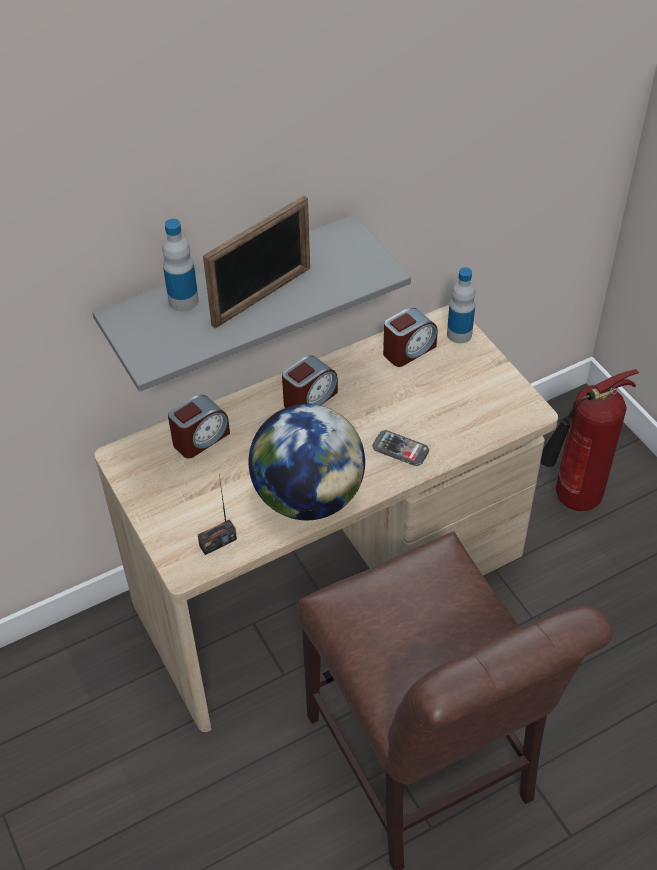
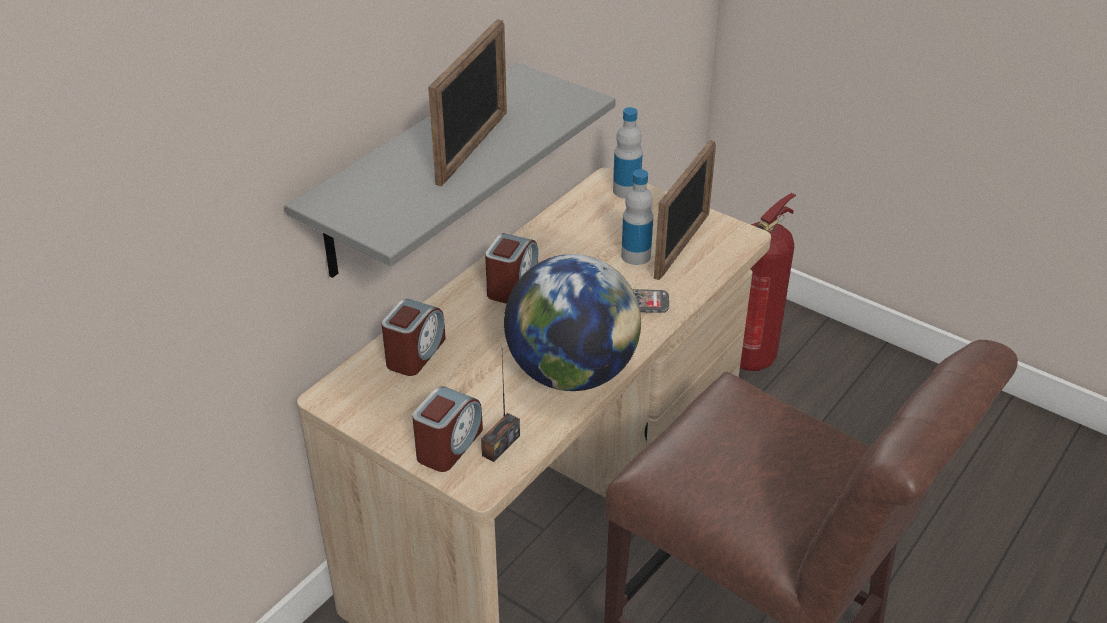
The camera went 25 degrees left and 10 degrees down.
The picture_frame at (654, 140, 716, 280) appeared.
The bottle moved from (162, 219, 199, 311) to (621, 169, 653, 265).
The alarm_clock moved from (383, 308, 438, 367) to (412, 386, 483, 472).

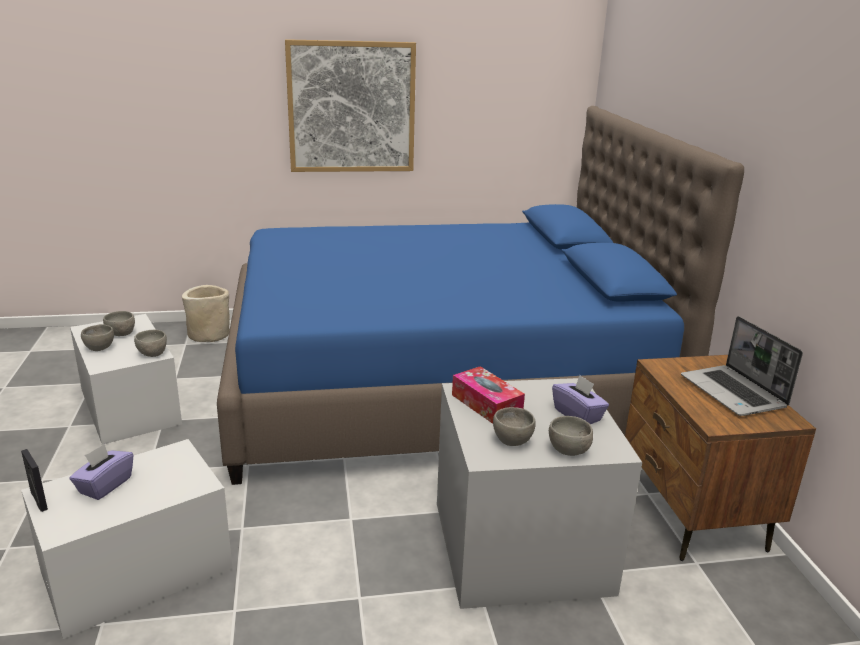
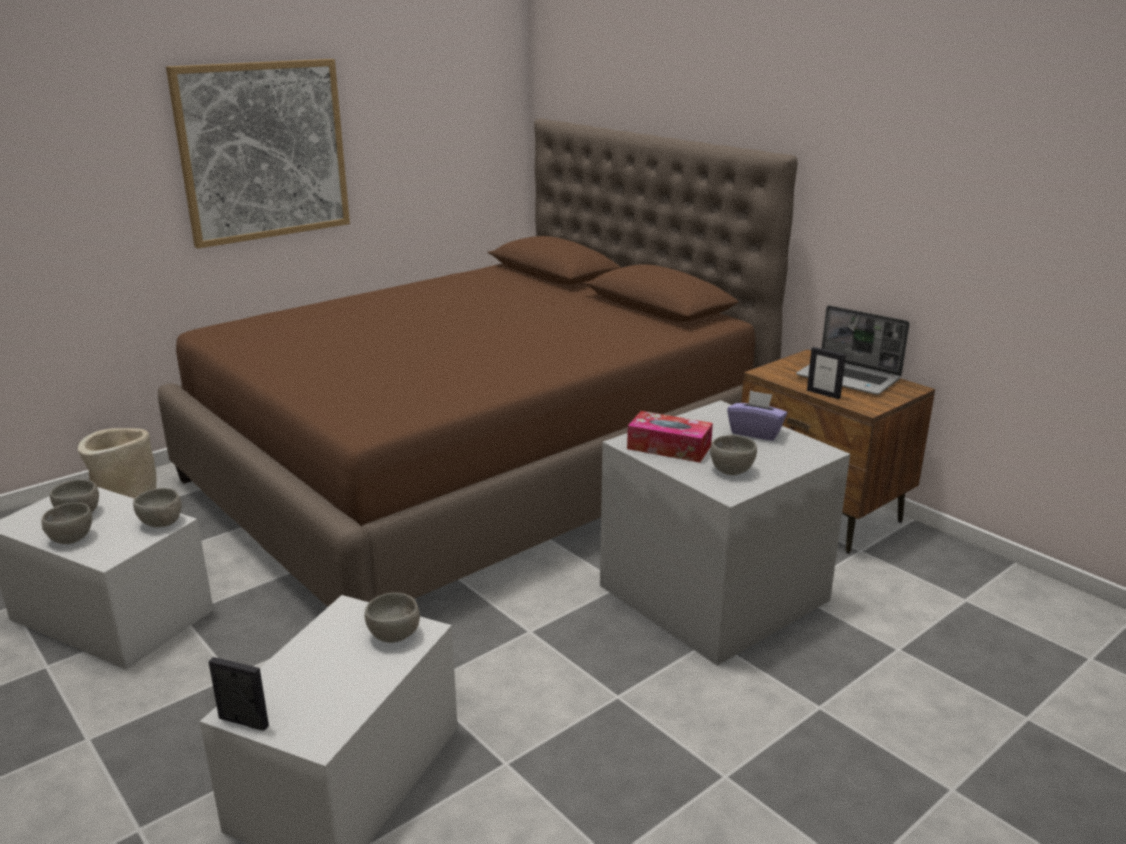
The camera went 30 degrees left and 0 degrees up.
The purple_tissue_box at (69, 444, 133, 500) disappeared.
The picture_frame at (807, 347, 846, 399) appeared.
The grey_bowl moved from (549, 416, 593, 456) to (365, 593, 420, 643).
The blue_bed at (217, 106, 744, 485) became the brown_bed at (158, 118, 798, 607).

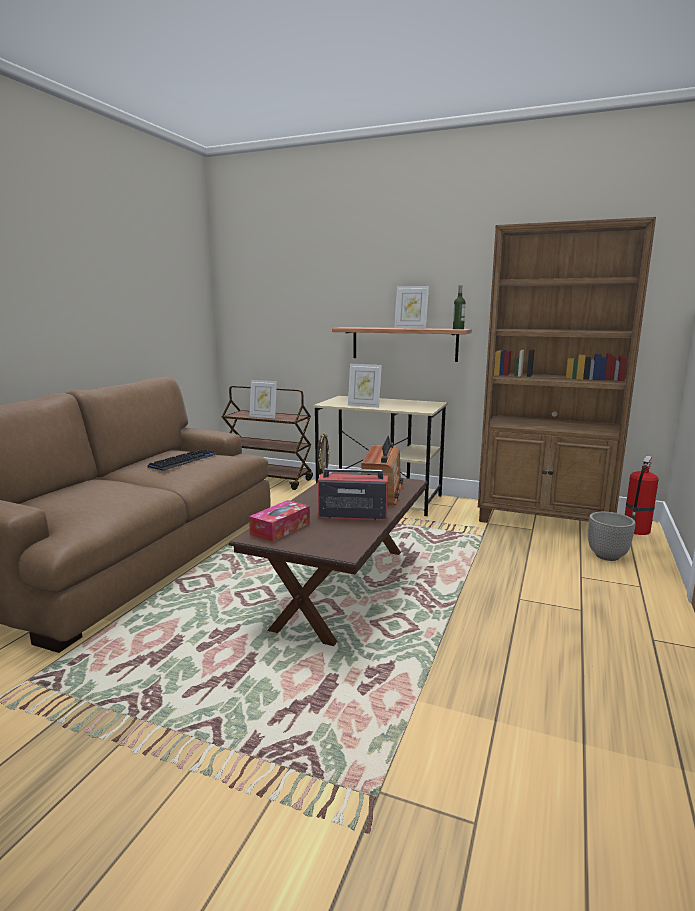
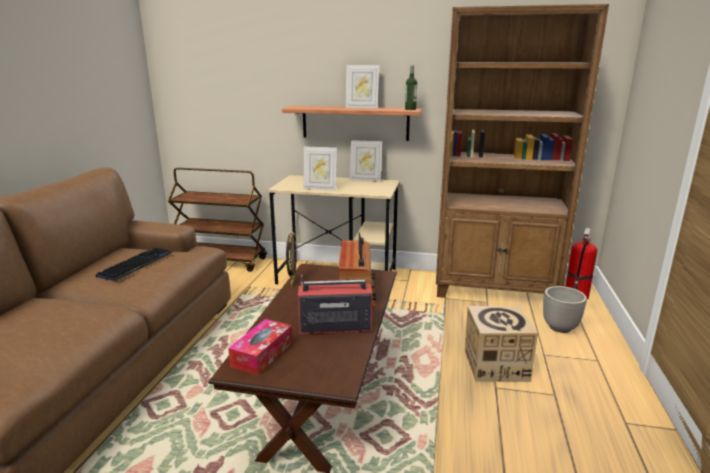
The camera went 10 degrees left and 5 degrees up.
The cardboard_box at (465, 306, 538, 382) appeared.
The picture_frame moved from (250, 380, 277, 418) to (350, 140, 382, 182).

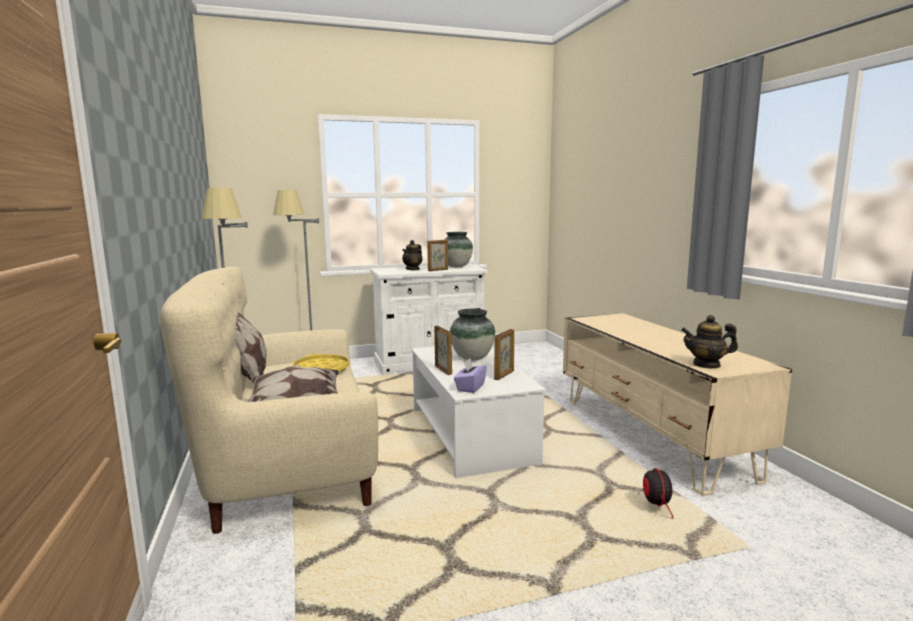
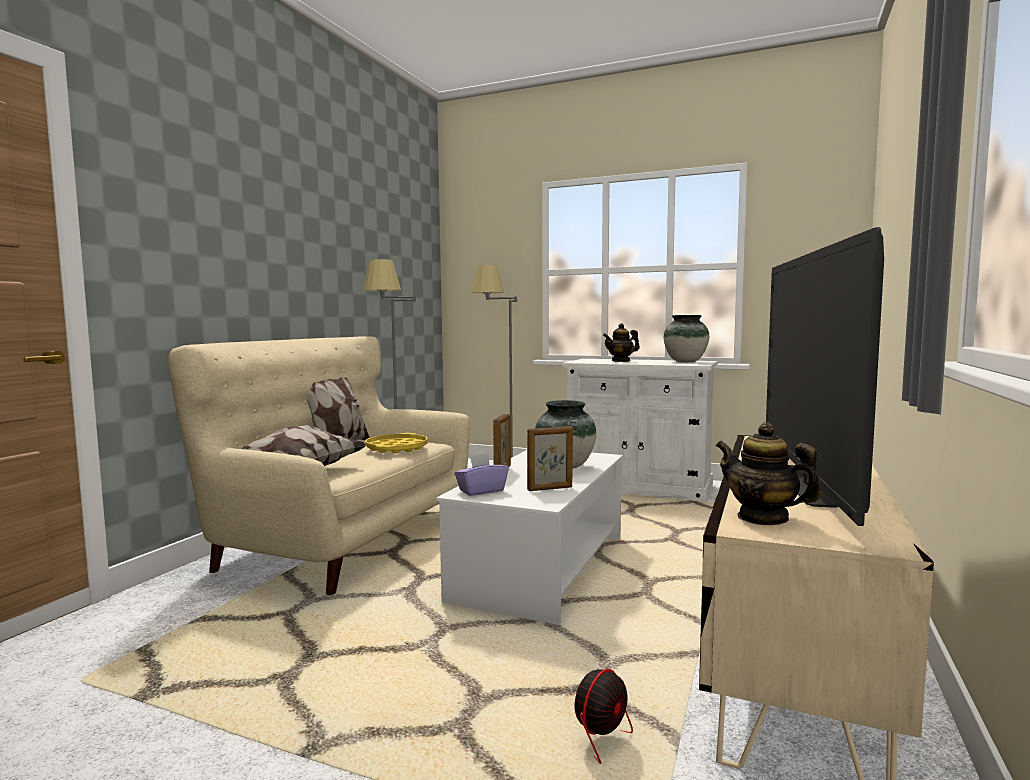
The camera went 40 degrees right and 5 degrees down.
The picture_frame at (428, 240, 448, 271) disappeared.
The television at (766, 227, 884, 526) appeared.

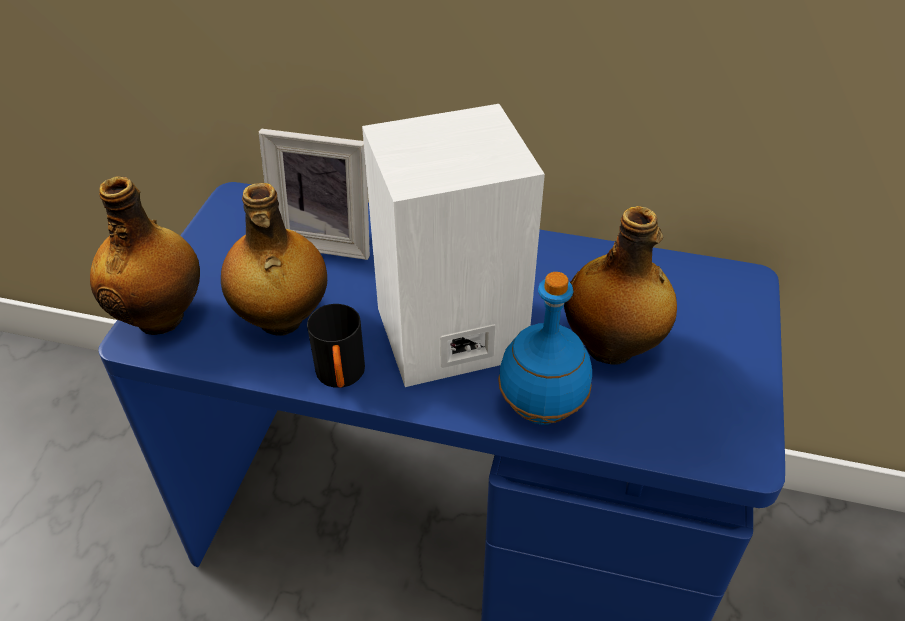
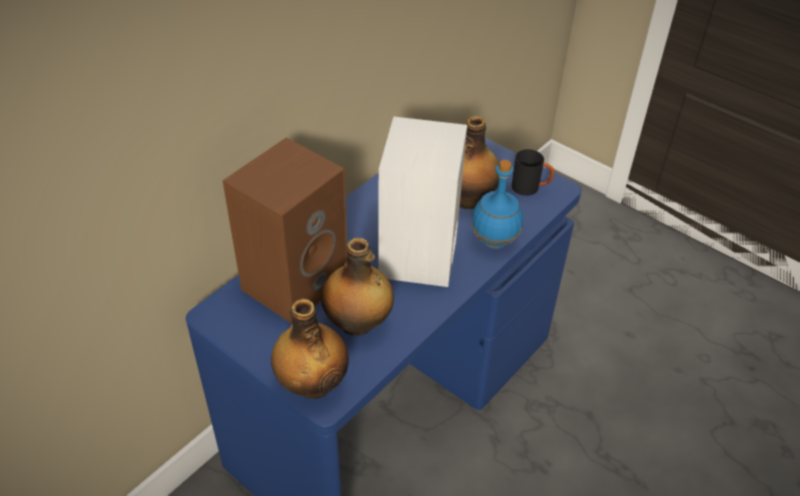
The camera went 65 degrees left and 0 degrees up.
The black_mug moved from (307, 304, 365, 388) to (512, 149, 554, 196).
The picture_frame at (259, 129, 370, 260) was replaced by the brown_speaker at (222, 137, 347, 324).

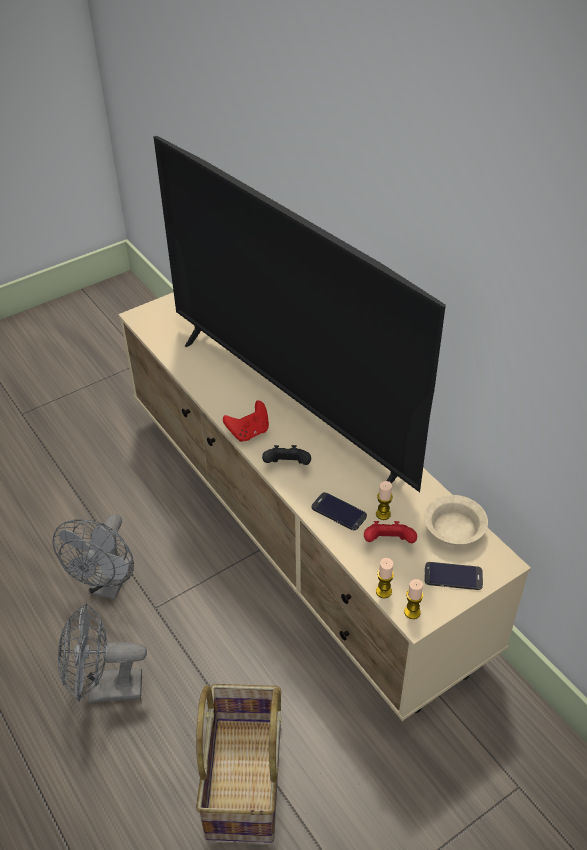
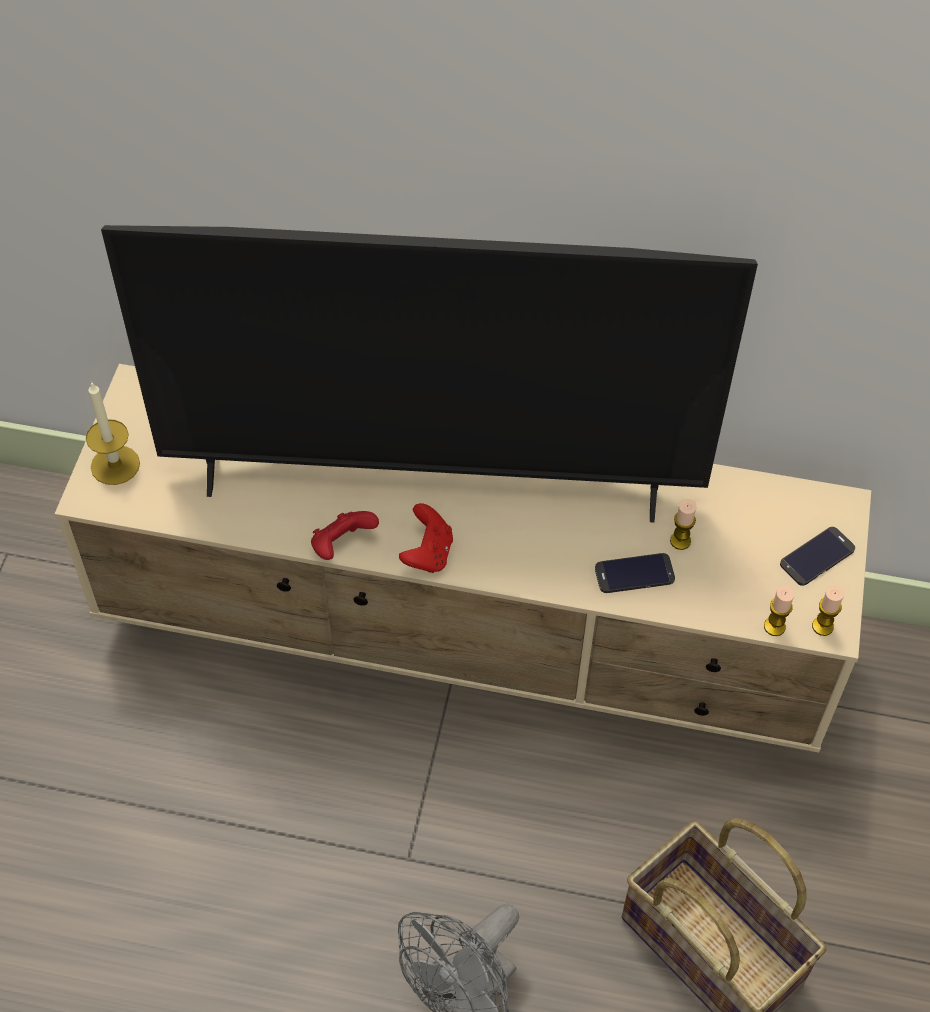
The camera went 45 degrees left and 10 degrees up.
The grey_fan at (53, 514, 134, 600) disappeared.
The black_game_controller at (262, 445, 311, 465) disappeared.
The beige_bowl at (424, 495, 488, 545) disappeared.
The candle at (86, 381, 140, 485) appeared.
The red_game_controller moved from (364, 521, 417, 543) to (311, 511, 379, 560).

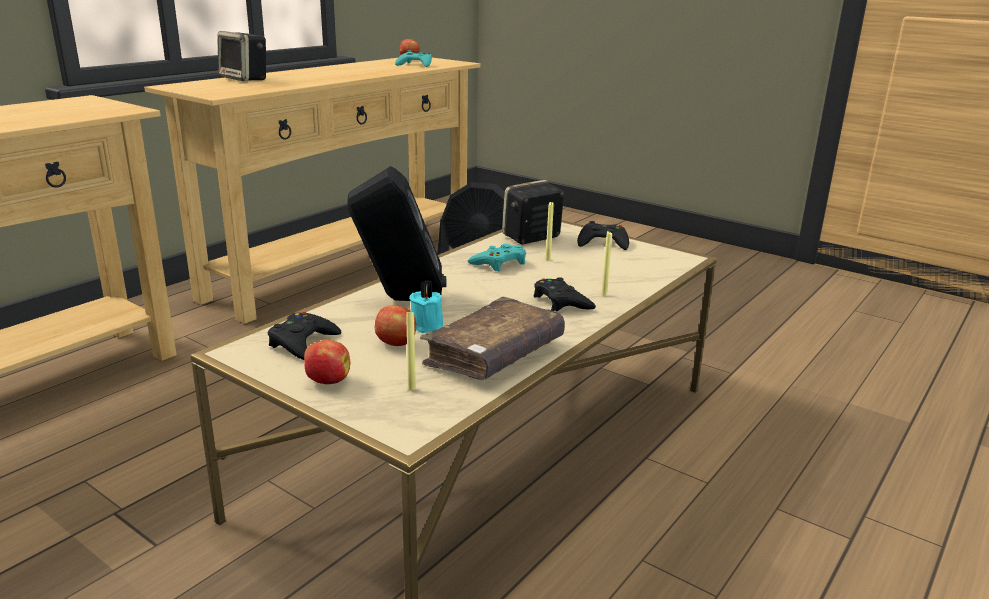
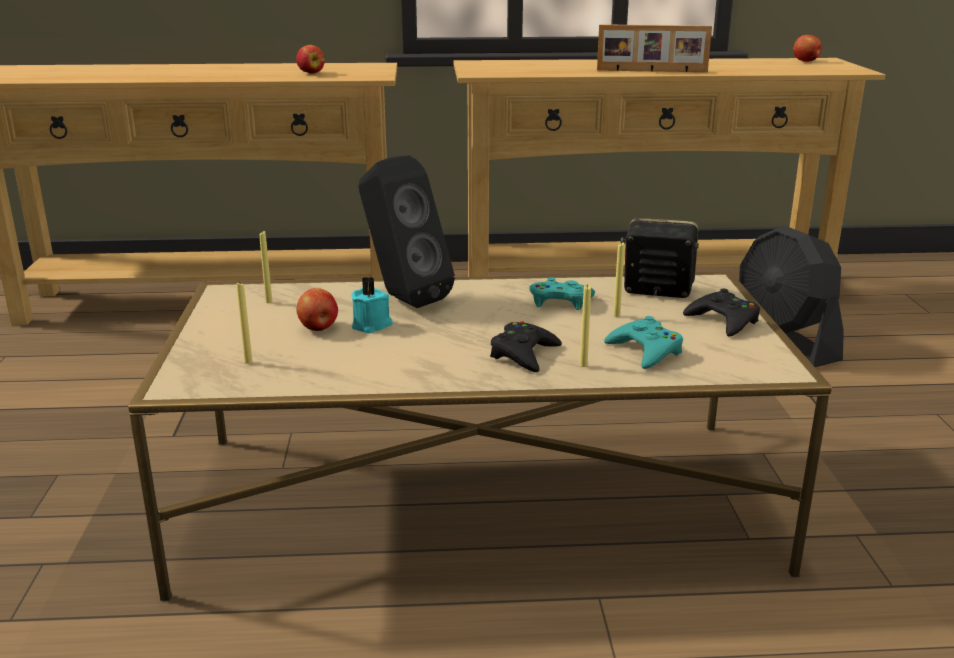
The camera went 50 degrees right and 0 degrees up.
The speaker at (217, 31, 266, 81) disappeared.
The brown_book at (420, 297, 565, 380) disappeared.
The picture_frame at (597, 24, 712, 72) appeared.
The apple moved from (304, 340, 350, 384) to (296, 45, 325, 74).
The turquoise_game_controller moved from (395, 50, 432, 67) to (604, 316, 683, 369).
The black_game_controller at (268, 312, 341, 360) was replaced by the yellow_candle at (260, 231, 272, 303).

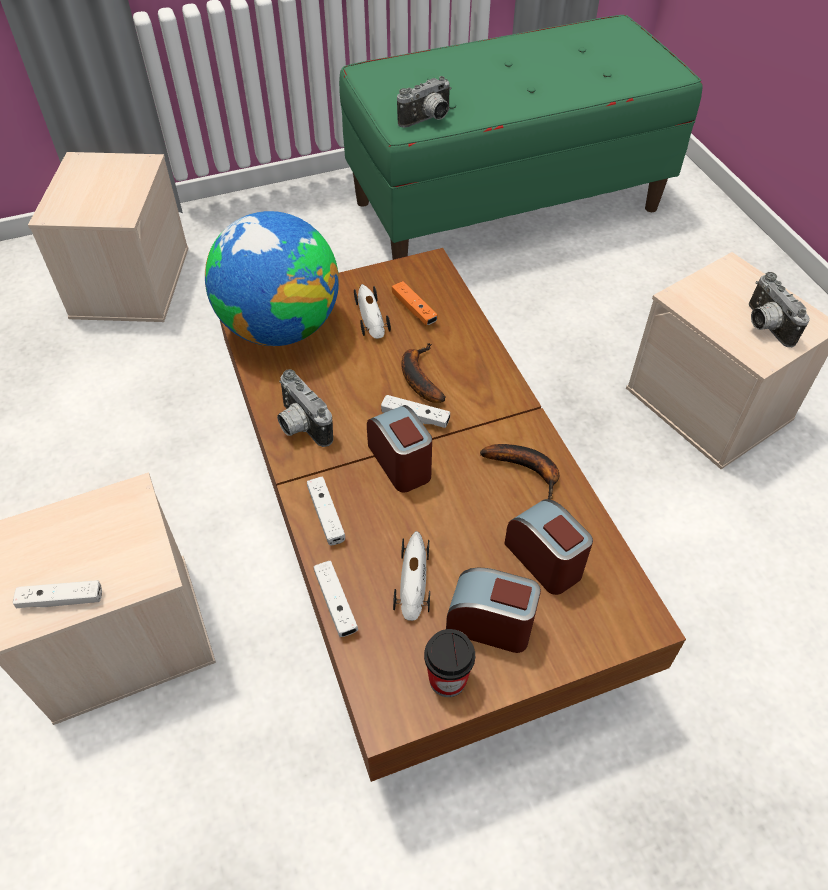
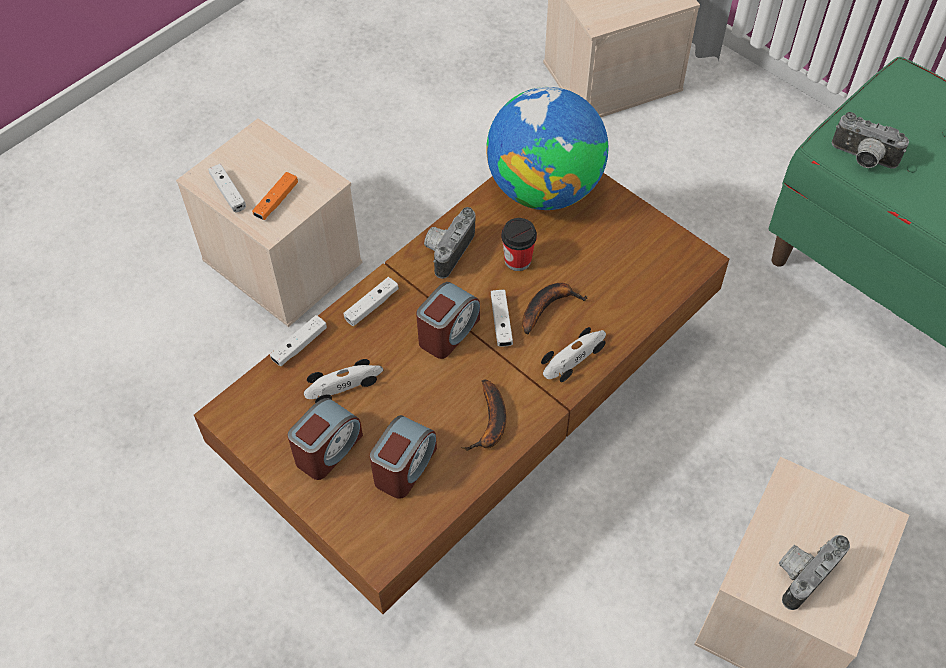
The camera went 65 degrees right and 5 degrees up.
The toy_car moved from (354, 284, 391, 339) to (541, 327, 606, 382).
The orange_game_controller moved from (392, 281, 438, 325) to (252, 172, 298, 220).
The cup moved from (424, 629, 475, 697) to (501, 218, 537, 271).
The alarm_clock at (446, 568, 541, 653) turned 45 degrees clockwise.

